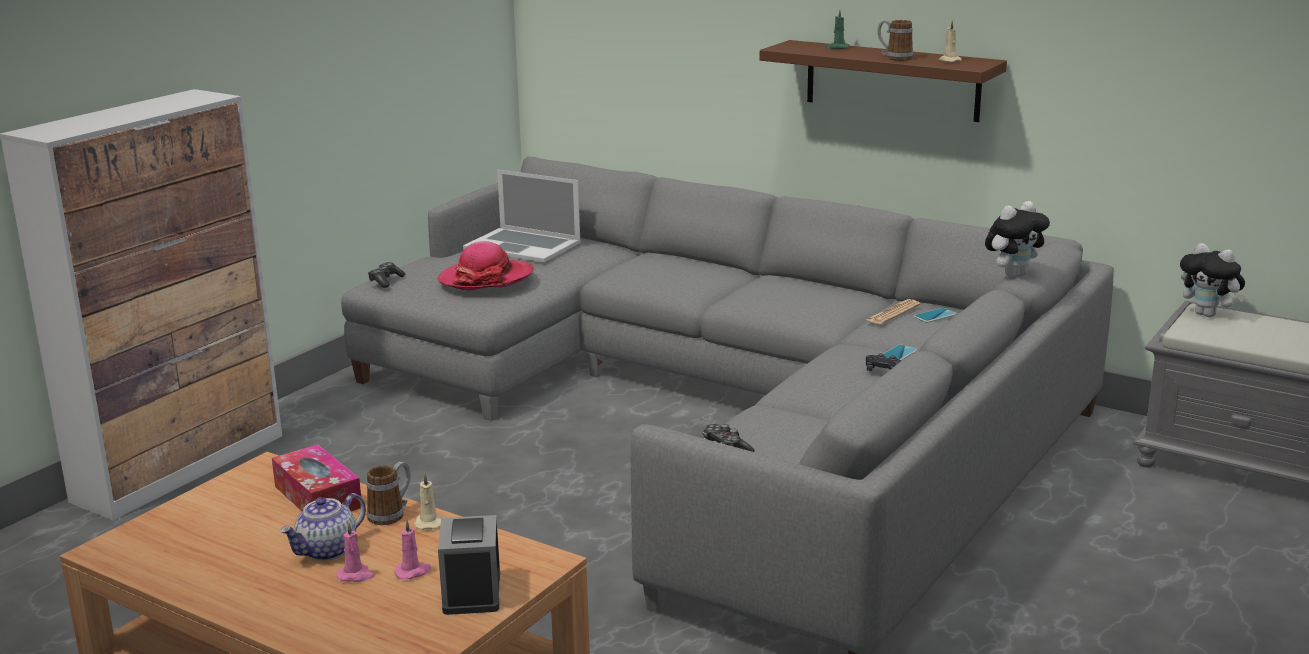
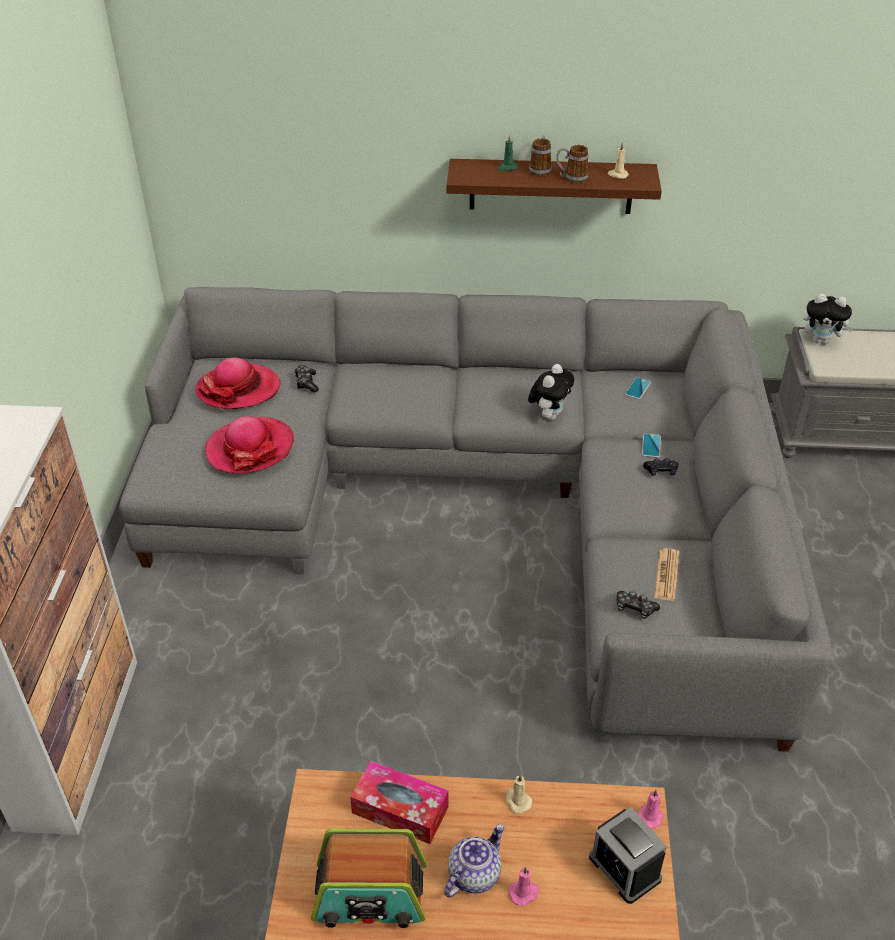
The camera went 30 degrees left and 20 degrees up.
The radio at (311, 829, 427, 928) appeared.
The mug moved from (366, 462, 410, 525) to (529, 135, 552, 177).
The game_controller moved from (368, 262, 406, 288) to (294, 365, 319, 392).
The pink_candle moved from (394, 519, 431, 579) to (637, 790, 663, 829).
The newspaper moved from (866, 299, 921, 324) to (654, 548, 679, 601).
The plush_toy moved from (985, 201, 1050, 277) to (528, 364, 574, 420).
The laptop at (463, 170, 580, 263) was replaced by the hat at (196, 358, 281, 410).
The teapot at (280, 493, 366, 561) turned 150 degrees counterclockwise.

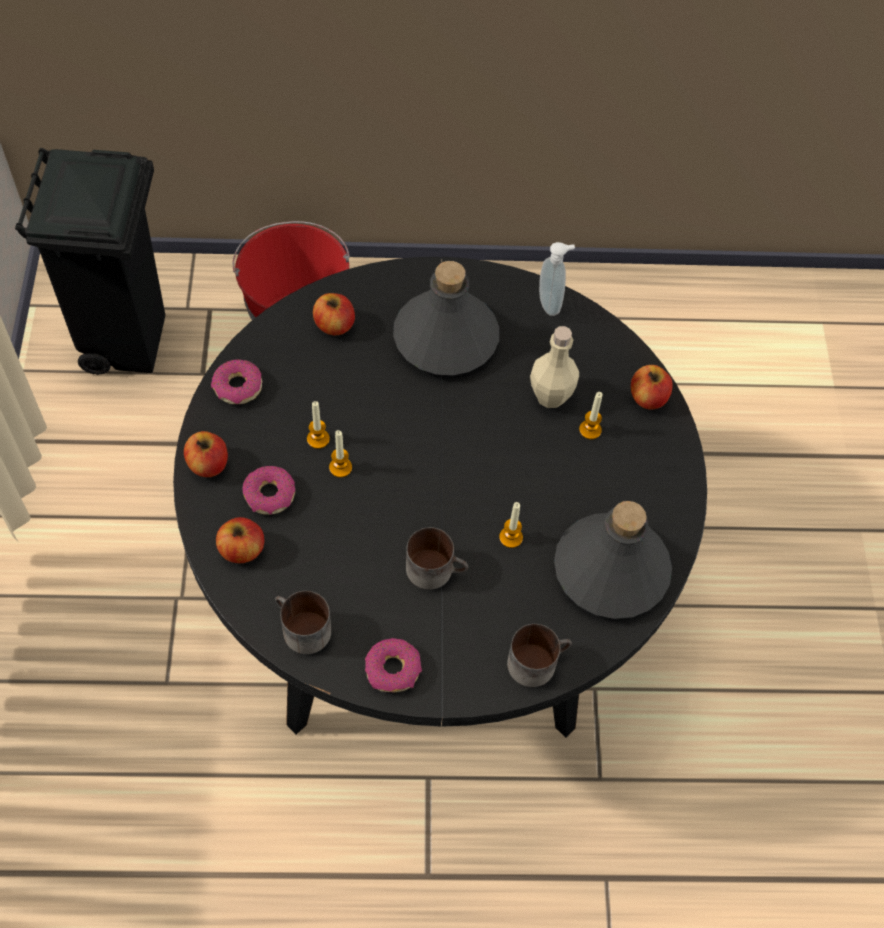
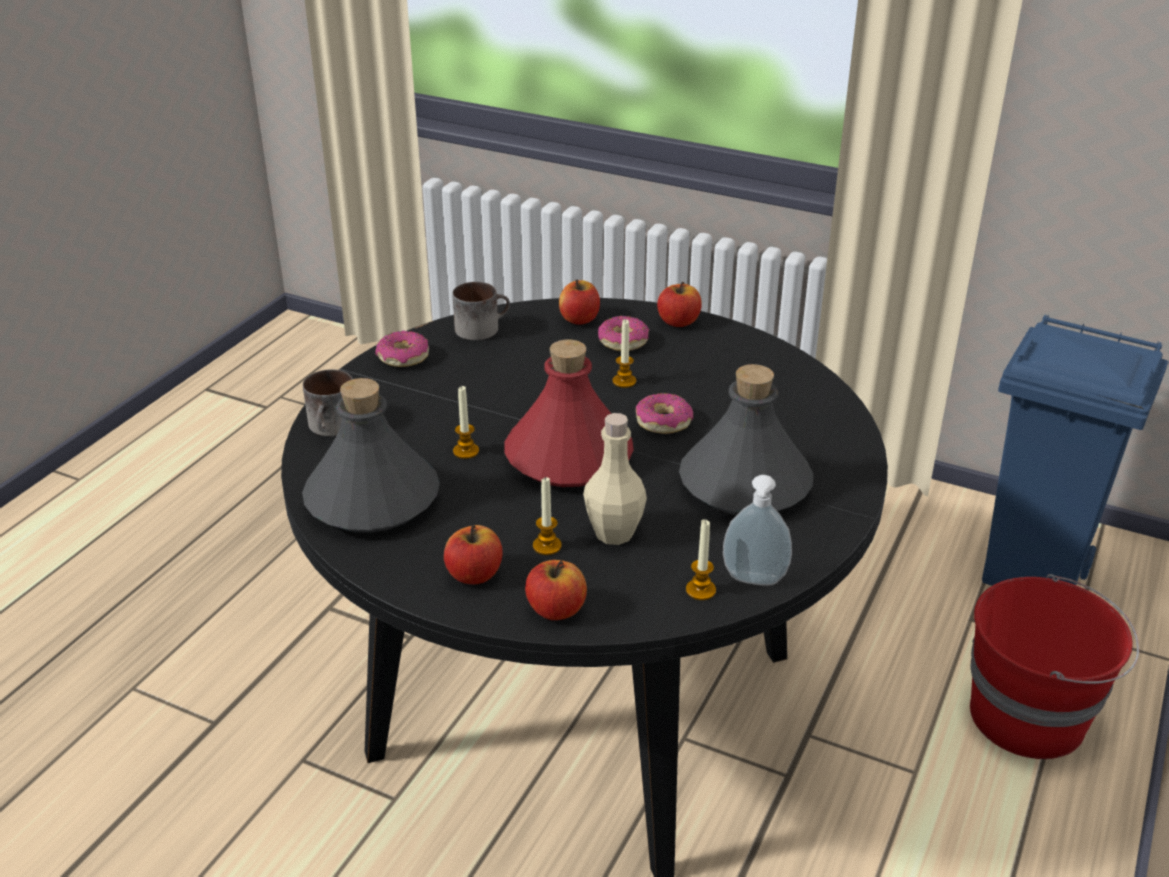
The camera went 120 degrees right and 25 degrees down.
The mug at (406, 527, 468, 590) disappeared.
The red_bottle at (504, 339, 634, 487) appeared.
The donut moved from (211, 359, 263, 404) to (636, 393, 693, 434).
The candle moved from (307, 401, 330, 449) to (686, 519, 716, 600).
The apple moved from (313, 293, 355, 336) to (444, 525, 503, 584).
The black_trash_can at (15, 148, 165, 375) became the blue_trash_can at (982, 315, 1168, 586).

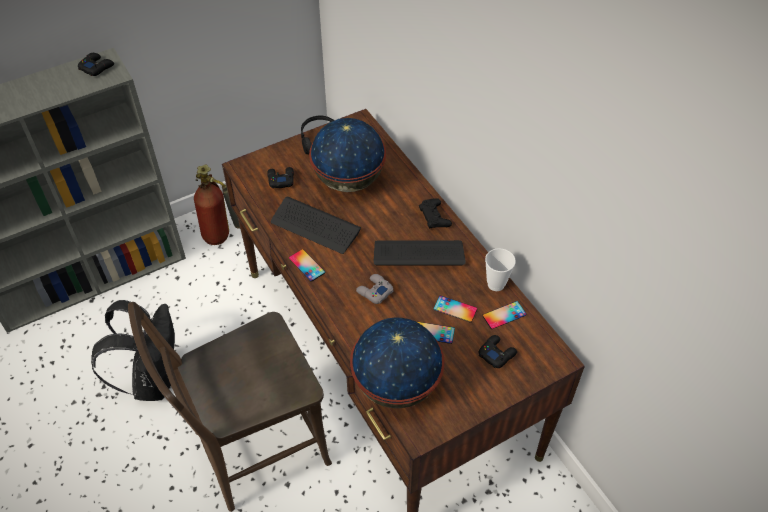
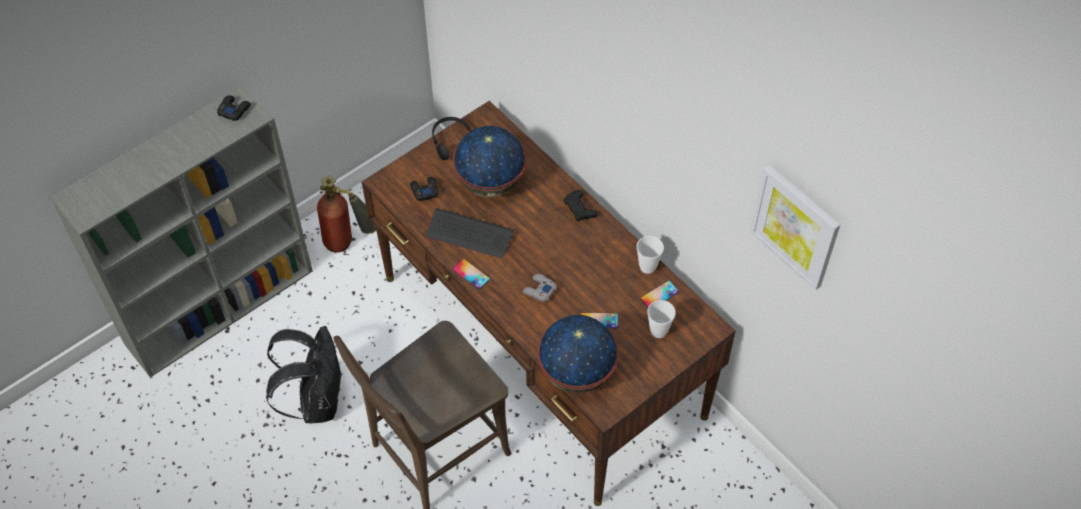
The camera went 10 degrees left and 5 degrees up.
The keyboard at (374, 240, 466, 266) disappeared.
The phone at (434, 296, 477, 323) disappeared.
The picture at (749, 164, 840, 290) appeared.
The black_game_controller at (478, 335, 517, 369) was replaced by the cup at (647, 300, 676, 338).

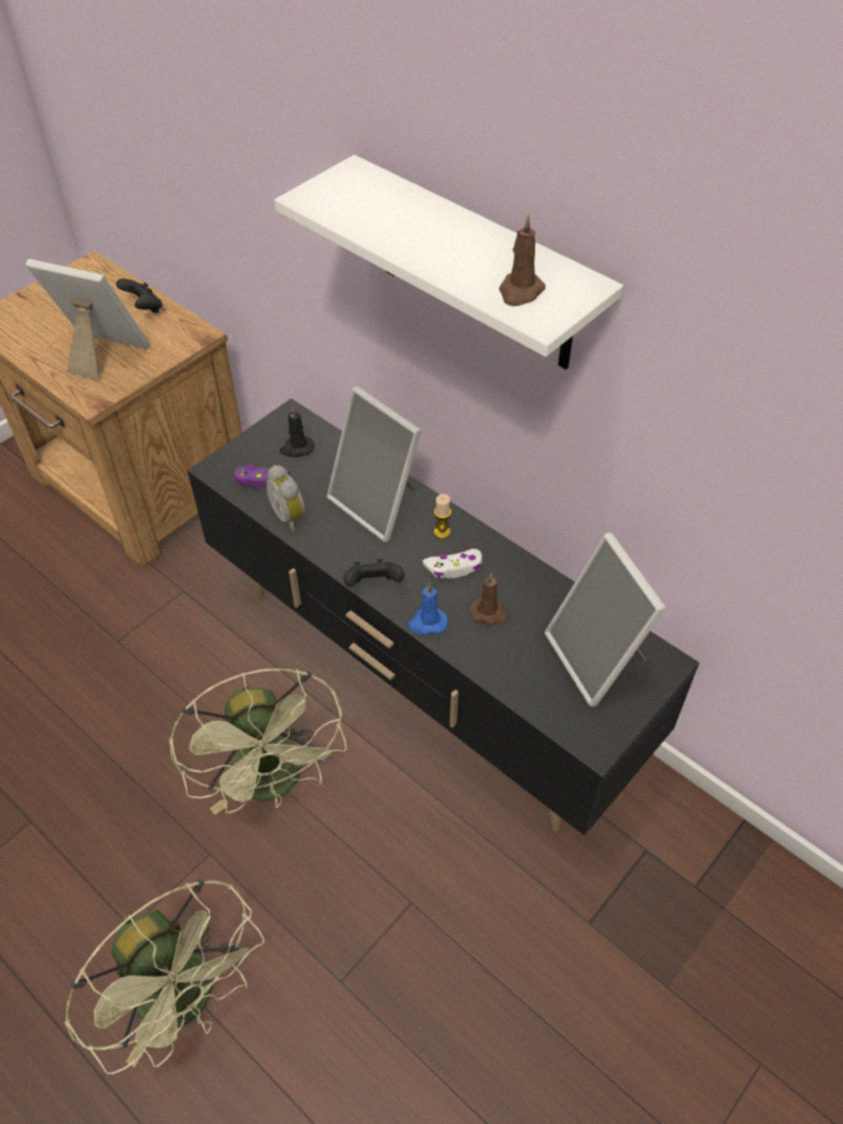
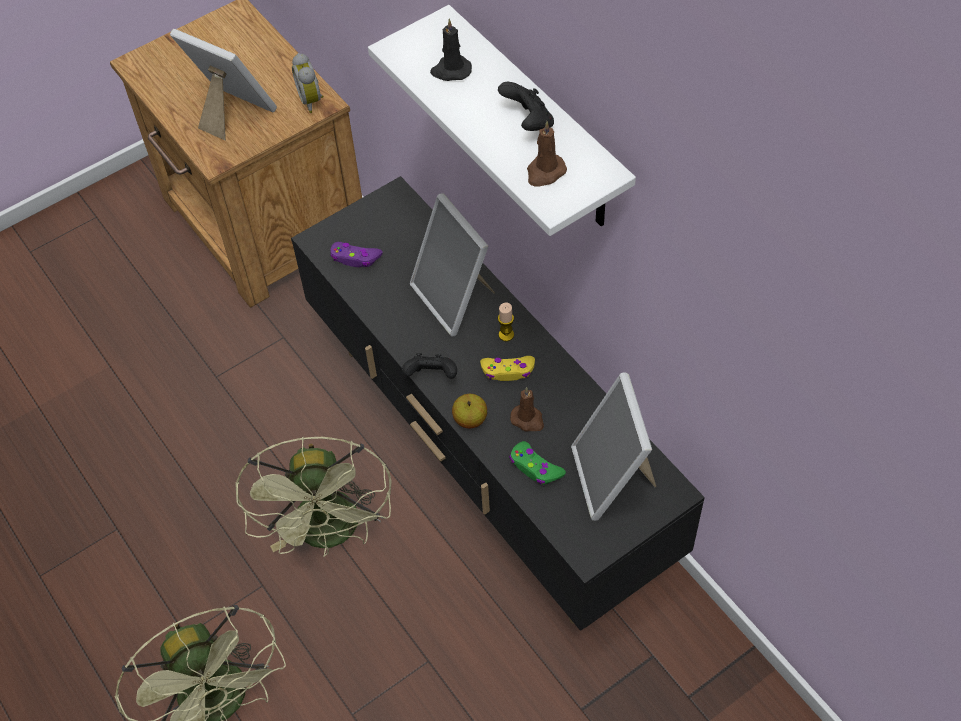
The camera went 15 degrees right and 5 degrees up.
The green_game_controller at (509, 441, 566, 485) appeared.
The black_game_controller moved from (116, 278, 162, 313) to (498, 82, 554, 131).
The alarm_clock moved from (265, 465, 305, 532) to (292, 53, 323, 113).
The black_candle moved from (280, 406, 314, 457) to (430, 19, 472, 81).
The blue_candle at (408, 583, 448, 635) was replaced by the apple at (452, 394, 487, 428).
The white_game_controller at (423, 549, 482, 579) became the yellow_game_controller at (480, 356, 535, 381).

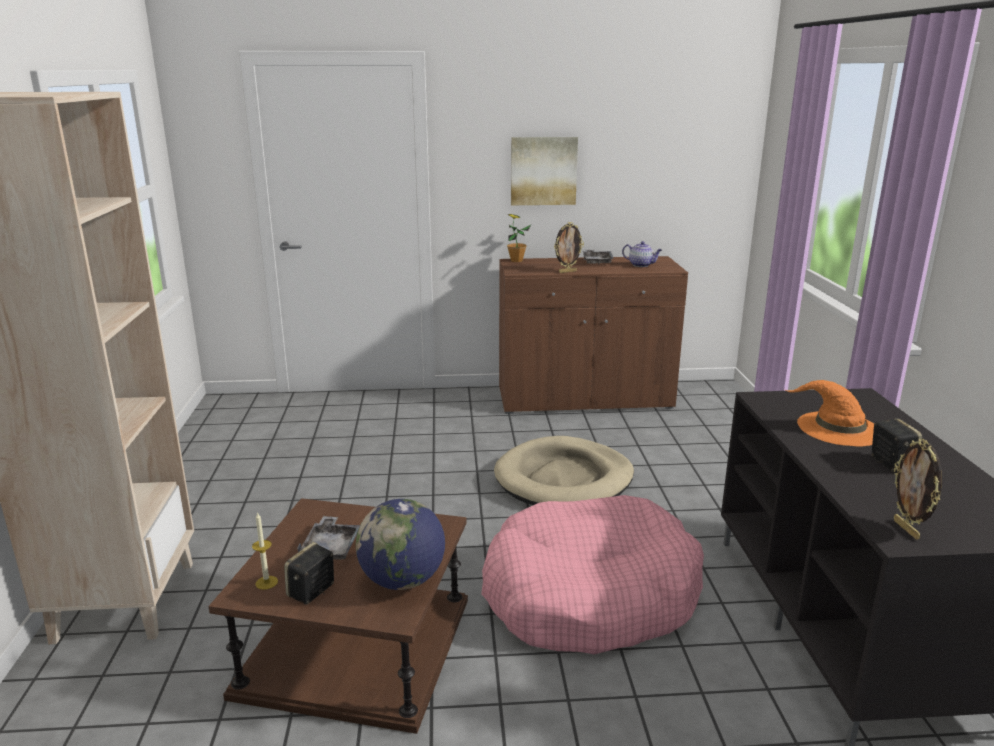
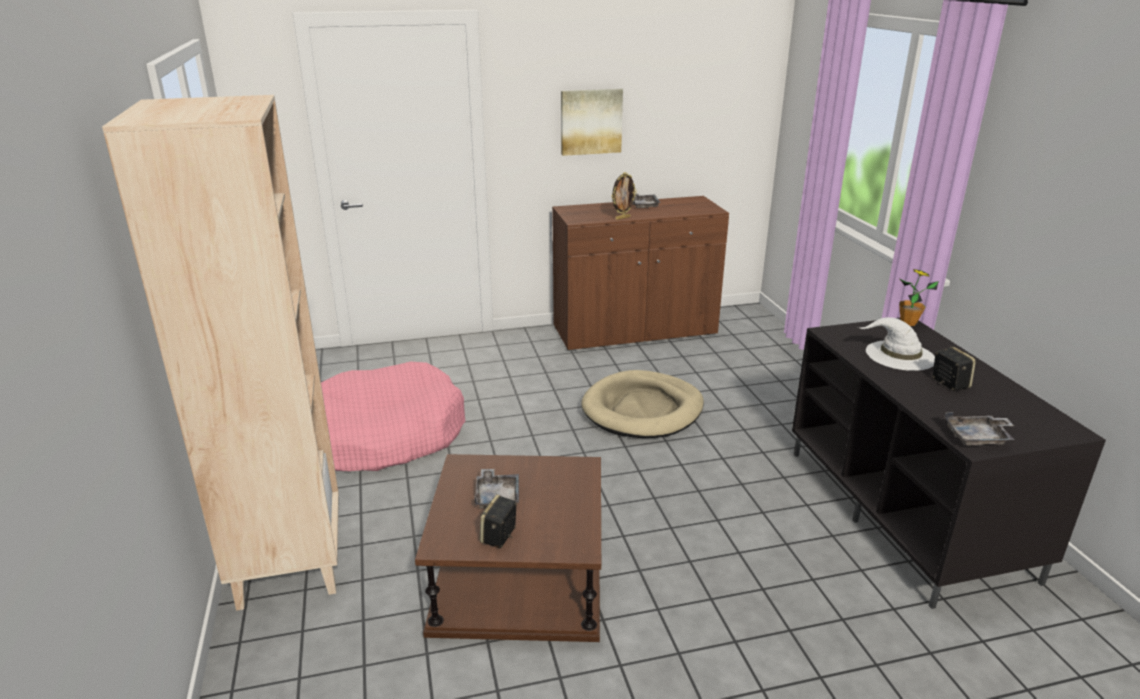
The camera went 10 degrees left and 5 degrees up.
The candle at (252, 512, 278, 590) disappeared.
The globe at (356, 499, 445, 590) disappeared.
The teapot at (622, 241, 662, 267) disappeared.
The pink_dog_bed moved from (481, 495, 704, 654) to (321, 361, 465, 471).
The potted_plant moved from (507, 214, 531, 262) to (899, 269, 939, 326).
The picture_frame at (894, 439, 942, 540) was replaced by the grey_tray at (944, 412, 1015, 445).
The orange_hat at (785, 380, 874, 447) became the white_hat at (858, 317, 935, 370).

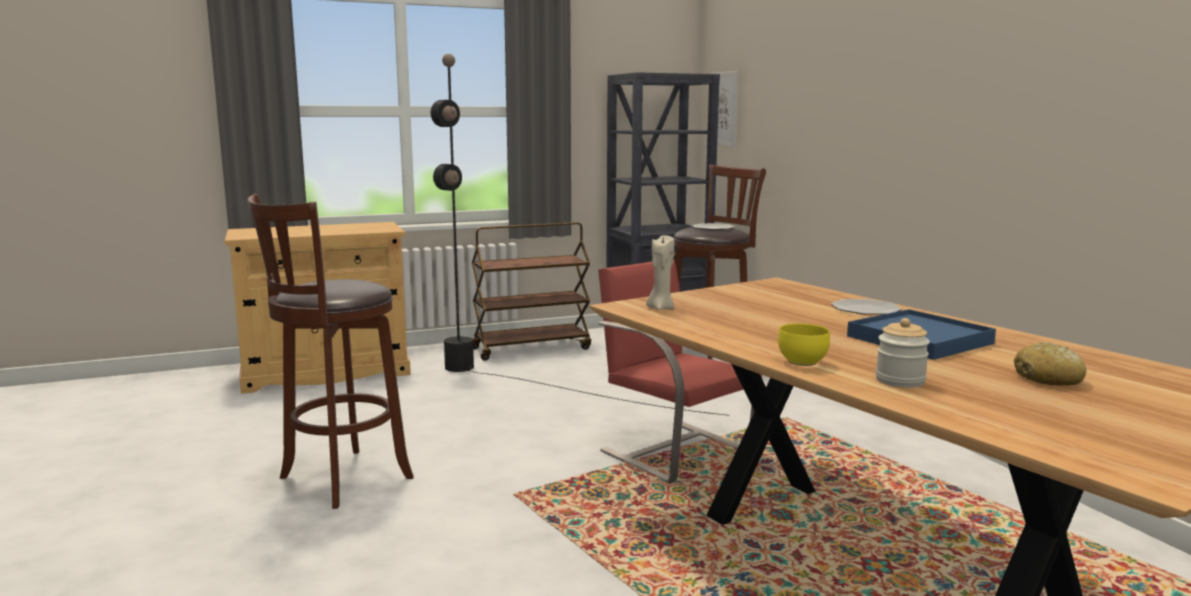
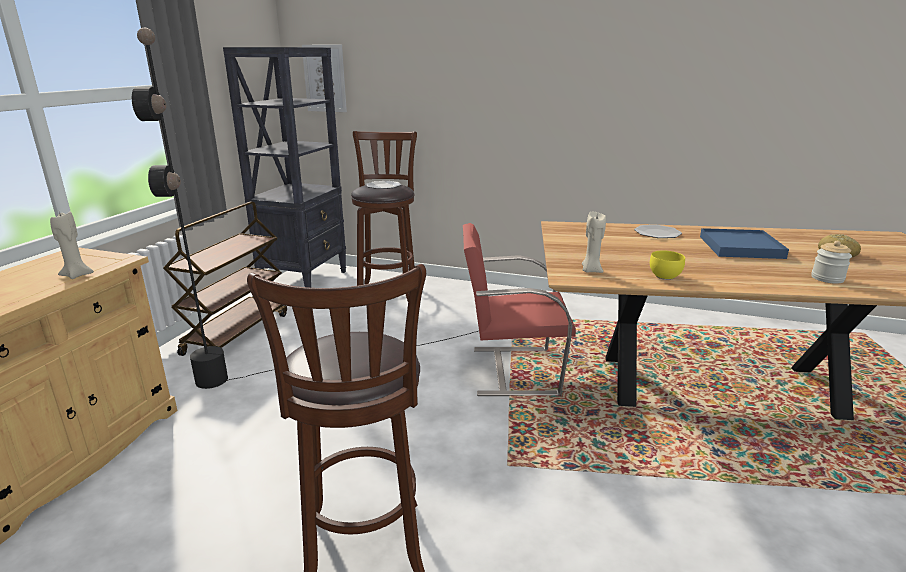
The camera went 50 degrees left and 10 degrees up.
The beige_candle at (50, 211, 94, 279) appeared.
The yellow_bowl moved from (778, 323, 830, 366) to (650, 250, 685, 280).

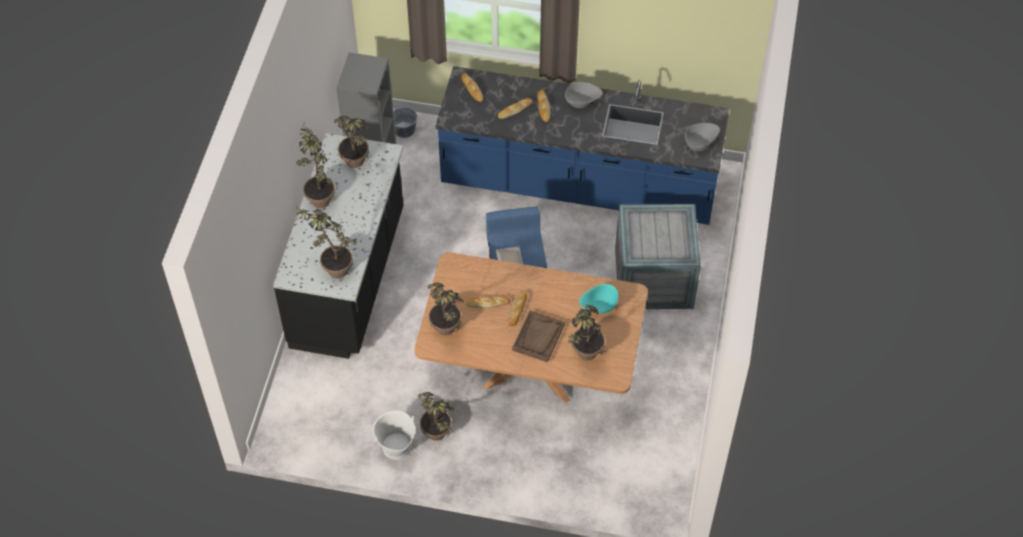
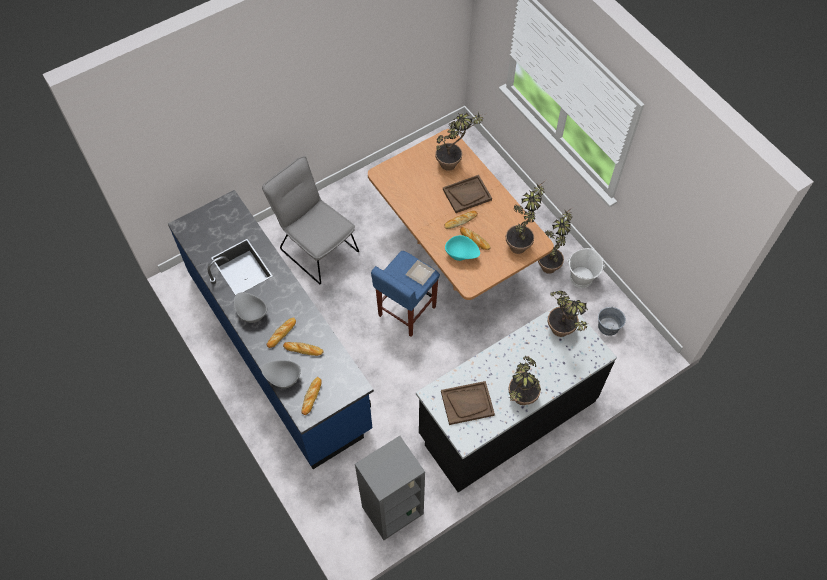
The camera went 135 degrees left and 5 degrees up.
The grey_bucket moved from (393, 107, 418, 138) to (598, 306, 626, 336).
The turquoise_bowl moved from (579, 284, 618, 313) to (445, 235, 480, 261).
The grey_bowl moved from (685, 123, 720, 151) to (261, 360, 301, 388).
The potted_plant at (334, 116, 370, 168) was replaced by the brown_tray at (441, 381, 495, 425).
The crate at (615, 204, 701, 309) was replaced by the grey_chair at (262, 156, 359, 284).

